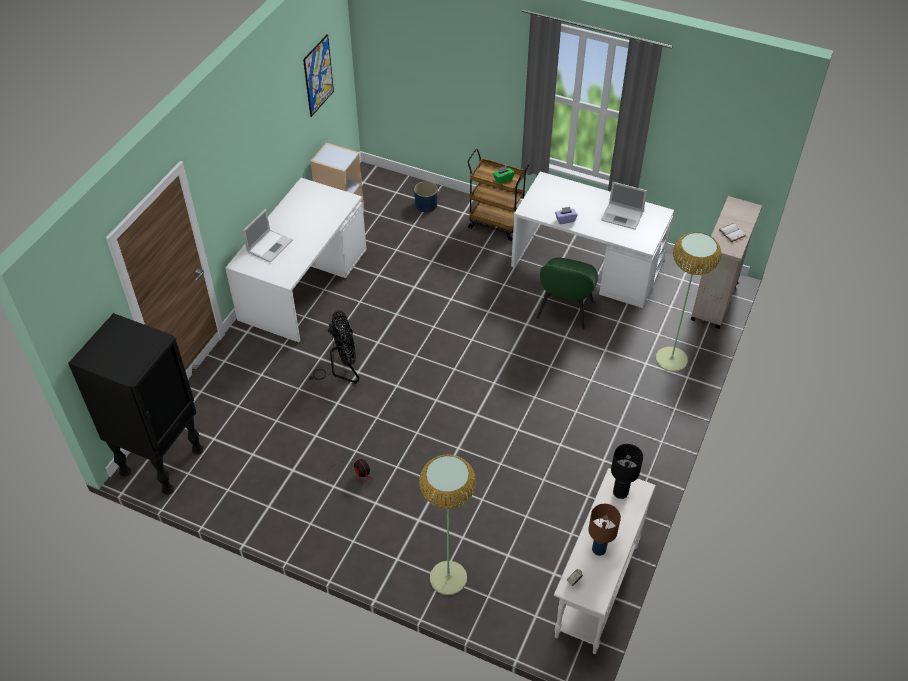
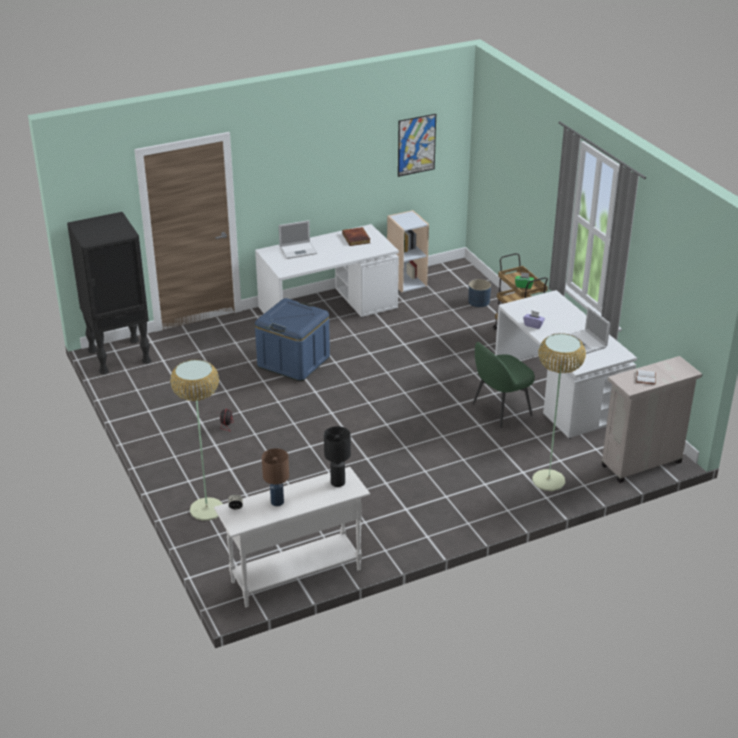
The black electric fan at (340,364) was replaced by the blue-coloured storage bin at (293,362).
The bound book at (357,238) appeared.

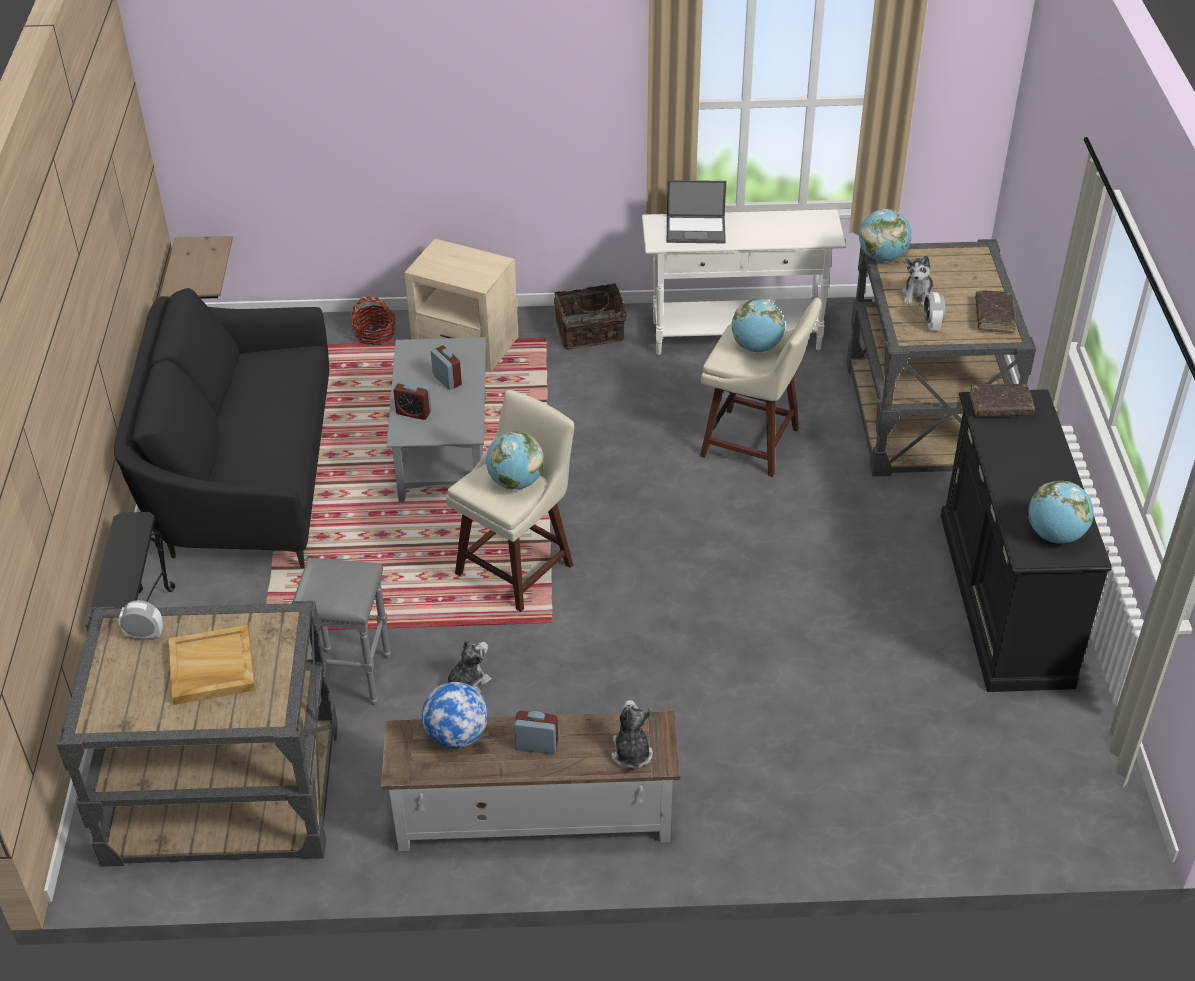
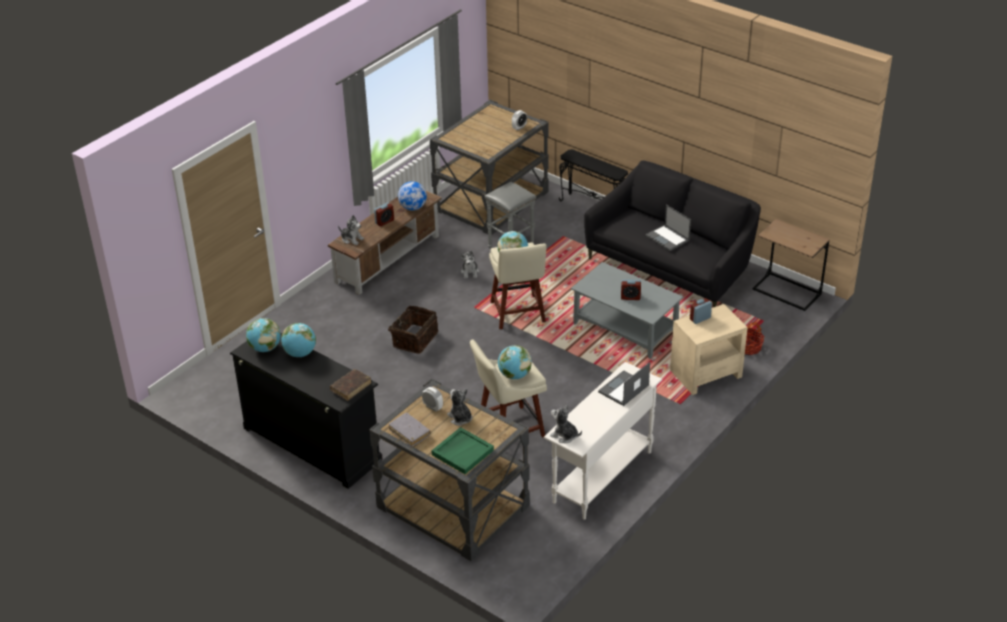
The world globe moved from (882,257) to (300,353).
The basket moved from (590,333) to (414,339).
The brown-coloured bound book at (994,316) became the greyish bound book at (409,432).
The greenish tray at (462,452) appeared.
The cuddly toy at (564,436) appeared.
The notebook computer at (668,238) appeared.
The alarm clock moved from (414,412) to (700,318).
The sand-coloured tray at (211,668) disappeared.

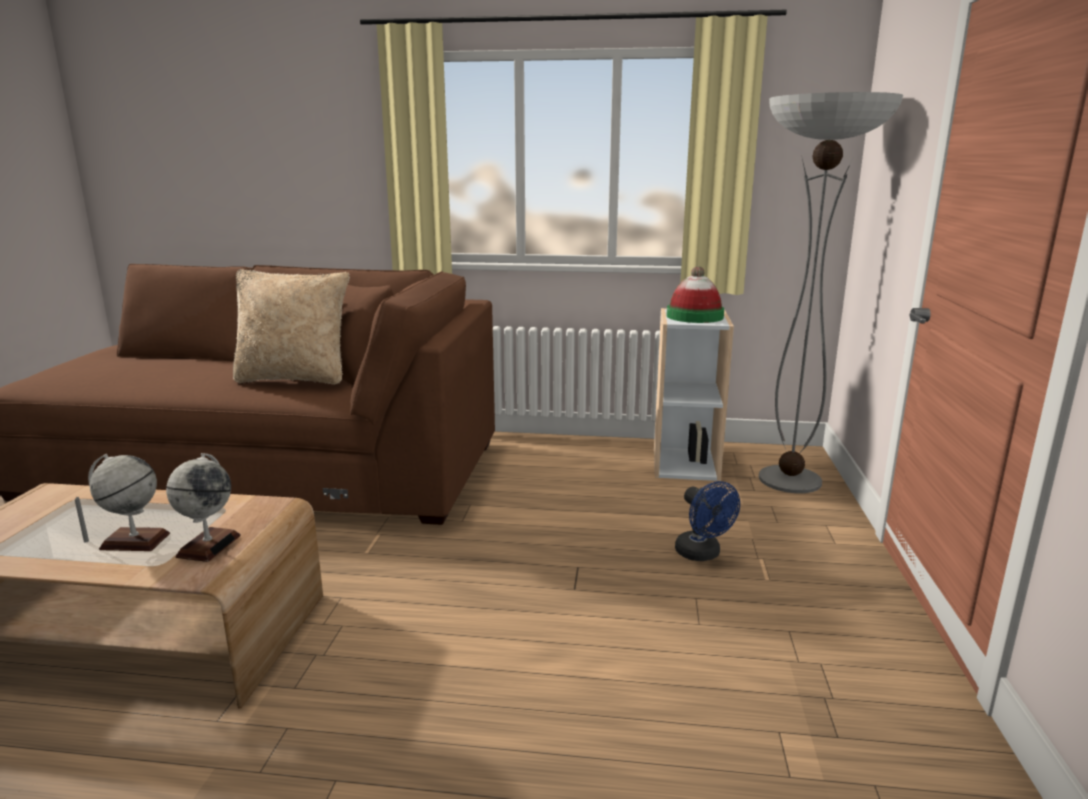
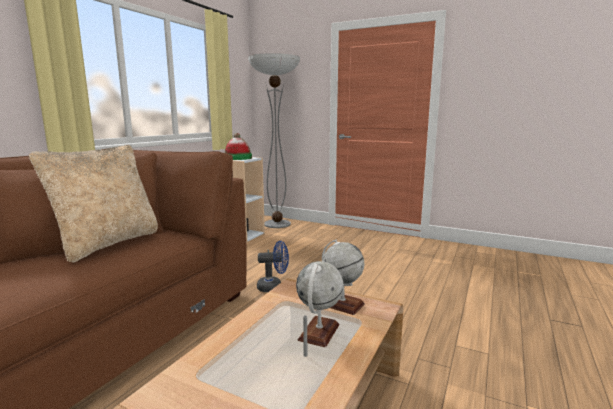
The blue-coloured electric fan moved from (702,554) to (273,287).

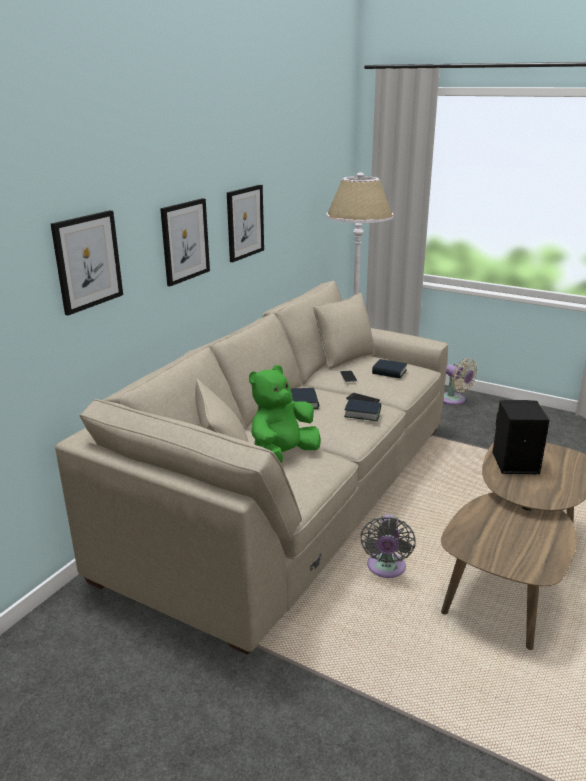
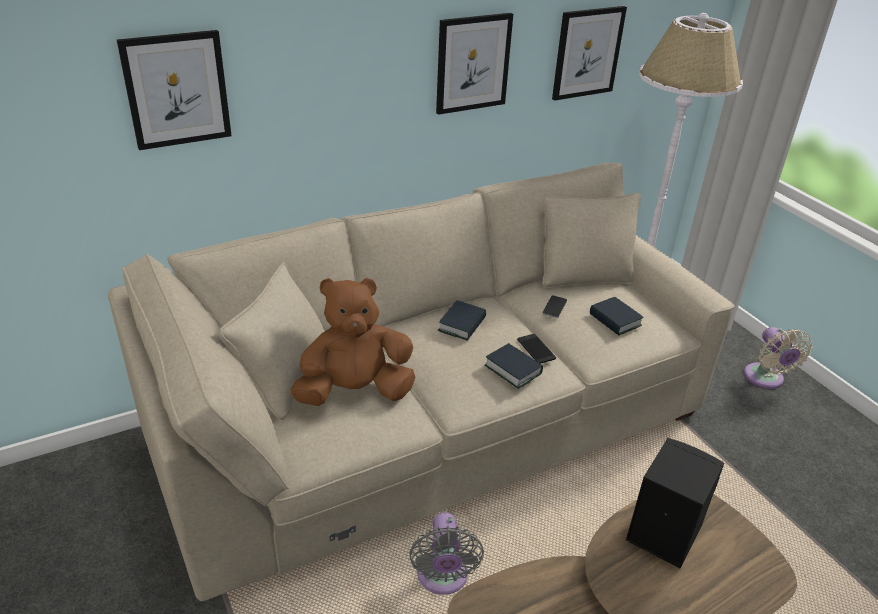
The greenish cuddly toy at (282,457) became the brown-coloured cuddly toy at (355,392).
The greyish electric fan at (385,569) turned 45 degrees counterclockwise.
The wall art moved from (185,241) to (587,53).

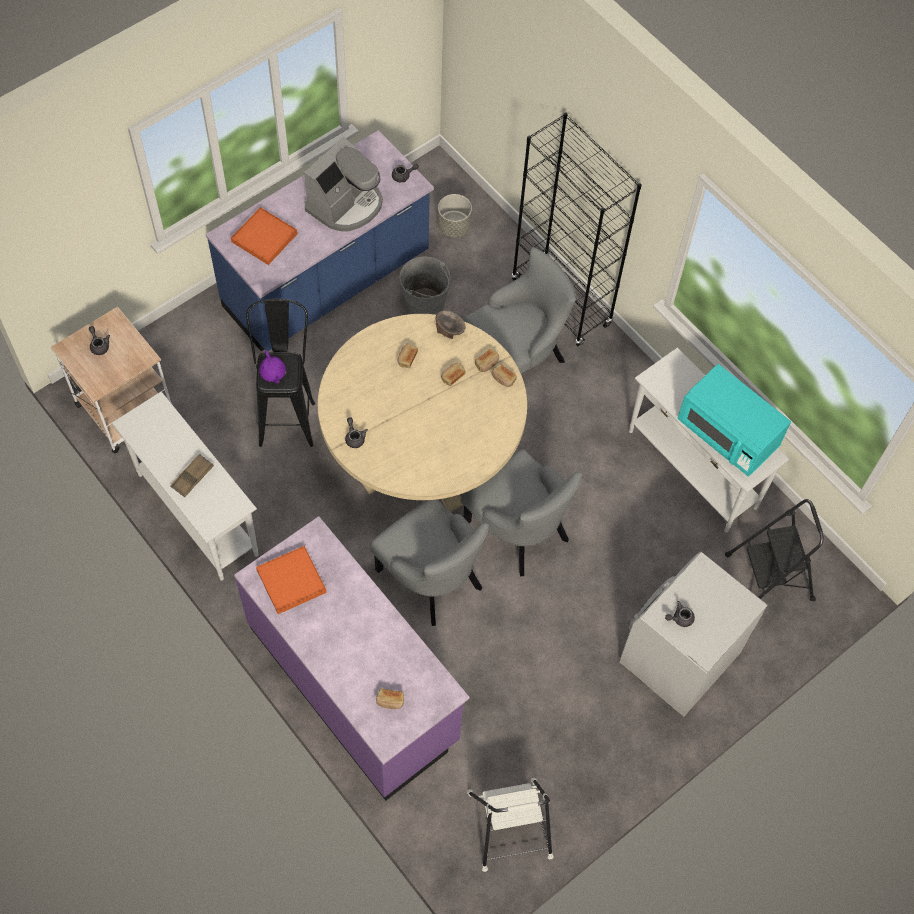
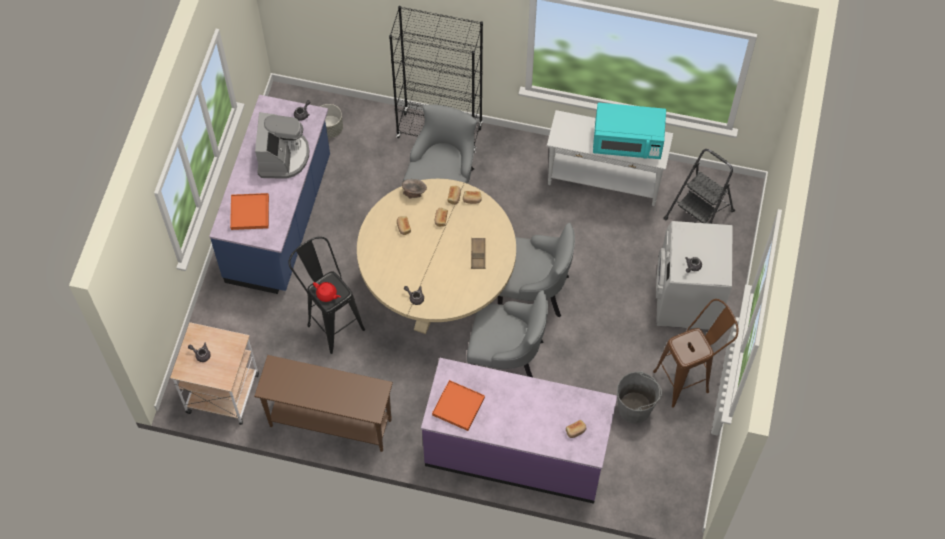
The whitish narrow table at (196,514) became the brown-coloured narrow table at (329,424).
The purplish pot for tea at (273,373) became the red pot for tea at (327,294).
The brown-coloured tray moved from (192,477) to (478,254).
The greyish bucket moved from (424,306) to (635,408).
The brown-coloured stool at (689,378) appeared.
The whitish step ladder at (510,827) disappeared.

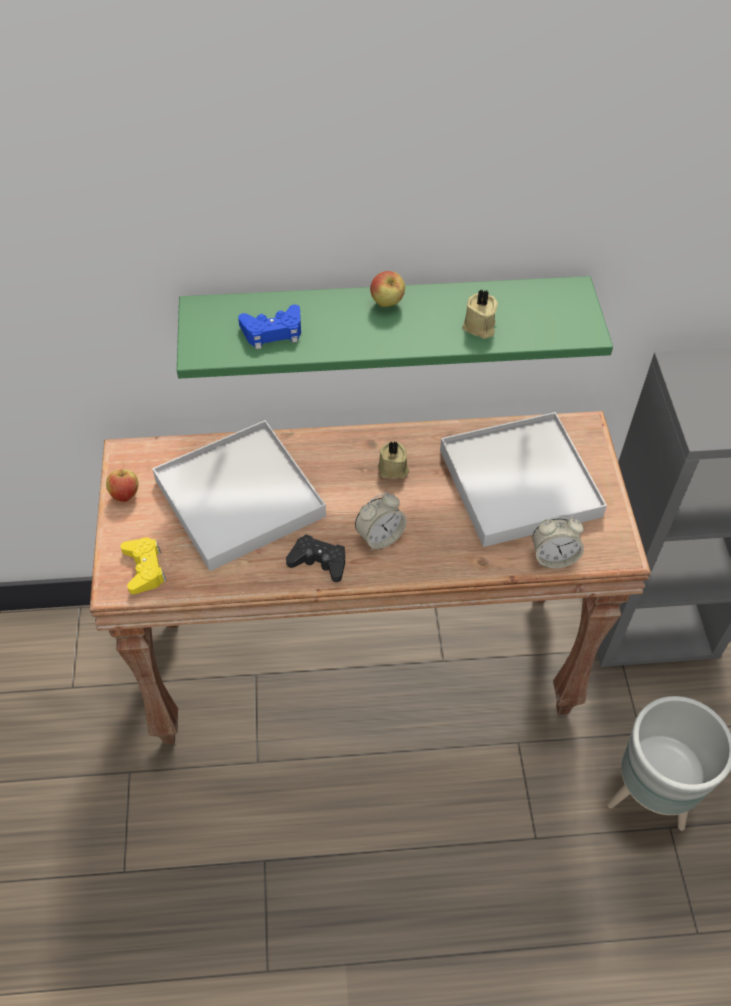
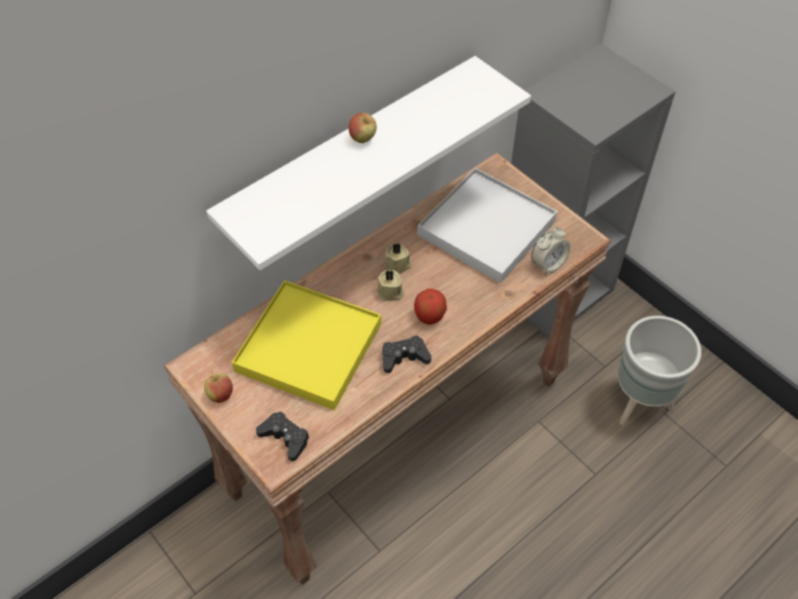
The greenish shelf at (385,323) became the whitish shelf at (351,157).
The whitish tray at (239,498) became the yellow-coloured tray at (308,347).
The yellow-coloured gamepad at (144,569) became the black gamepad at (285,438).
The sand-coloured wax candle moved from (479,327) to (390,293).
The alarm clock at (380,537) was replaced by the apple fruit at (429,316).
The blue-coloured gamepad at (272,332) disappeared.

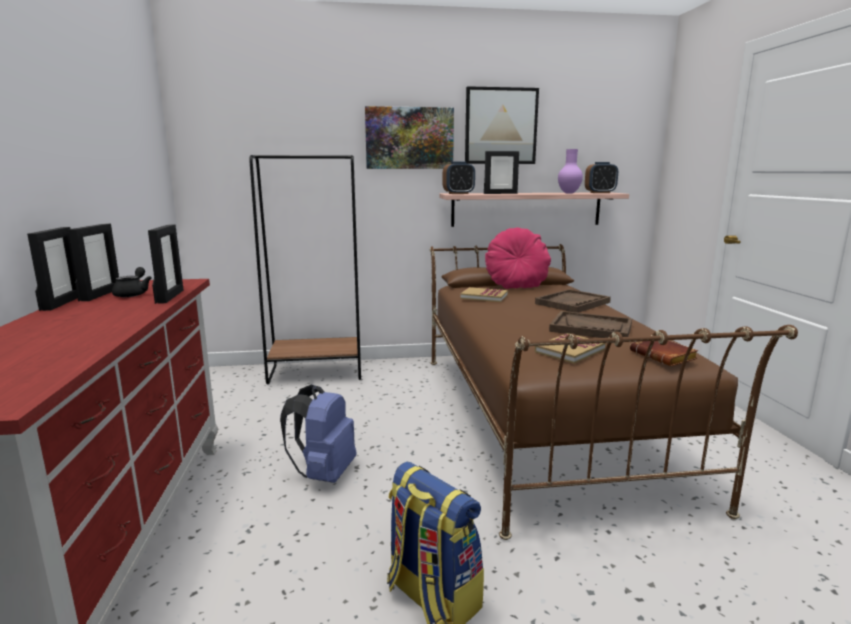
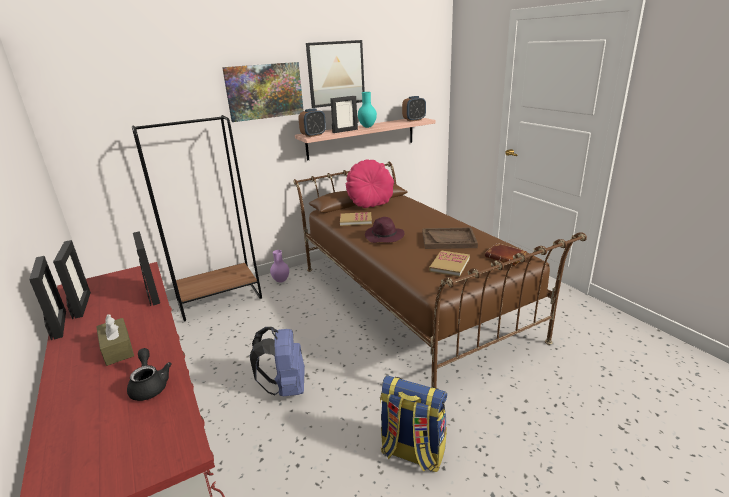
The brown-coloured tissue box at (117,349) appeared.
The black pot for tea moved from (133,294) to (150,385).
The purplish decorative vase moved from (568,193) to (280,281).
The blue-green decorative vase at (367,127) appeared.
The purplish wearable hat at (385,237) appeared.
The brown-coloured tray at (572,303) disappeared.

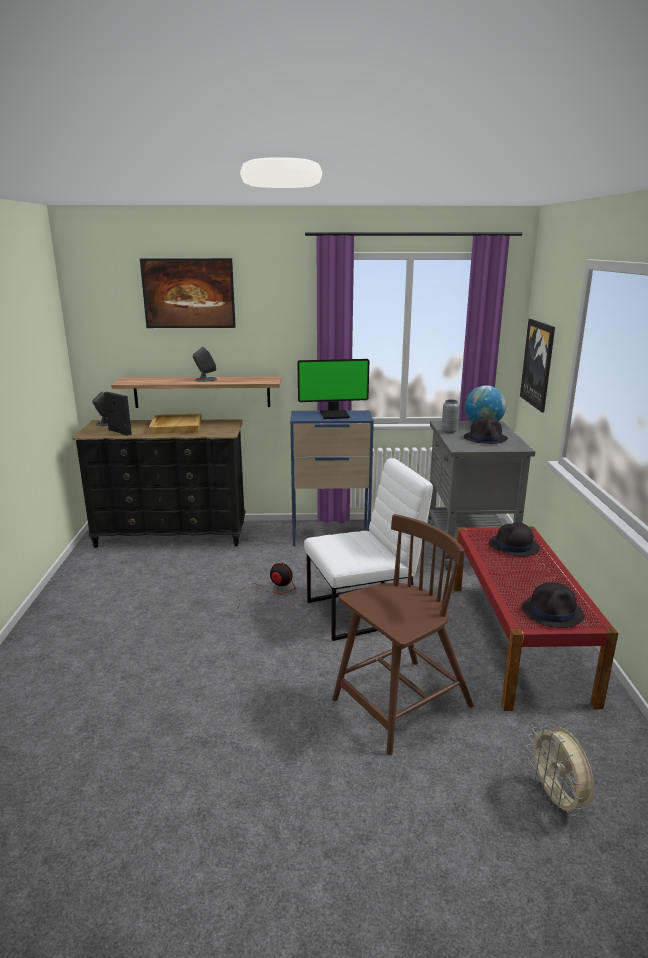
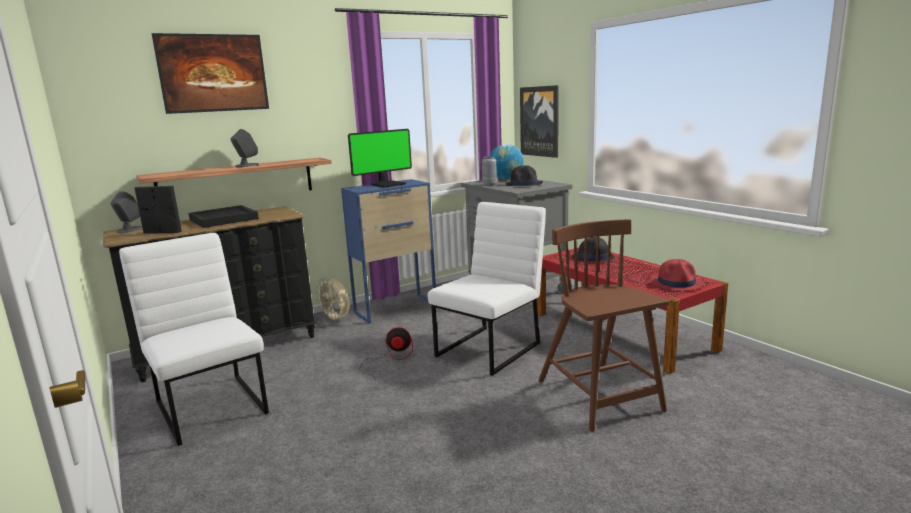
The whitish plain chair at (211,406) appeared.
The sand-coloured tray at (175,426) became the black tray at (223,219).
The sand-coloured electric fan moved from (557,799) to (336,320).
The brown-coloured plain chair at (400,705) turned 45 degrees counterclockwise.
The black wearable hat at (552,612) became the red wearable hat at (676,283).

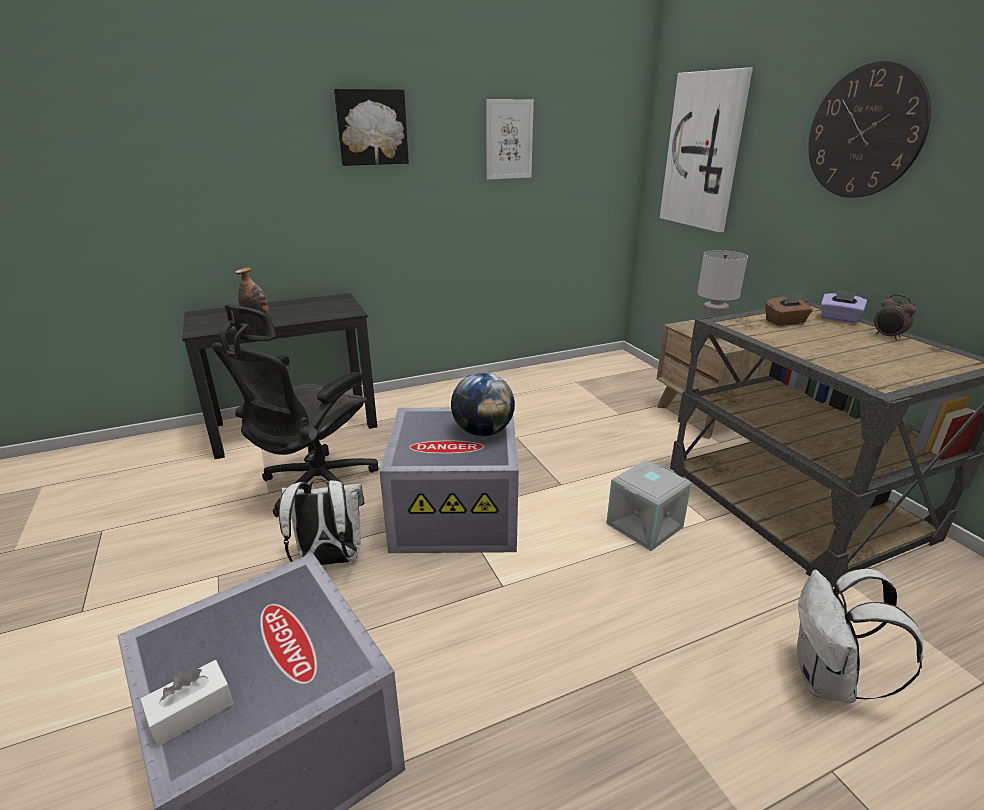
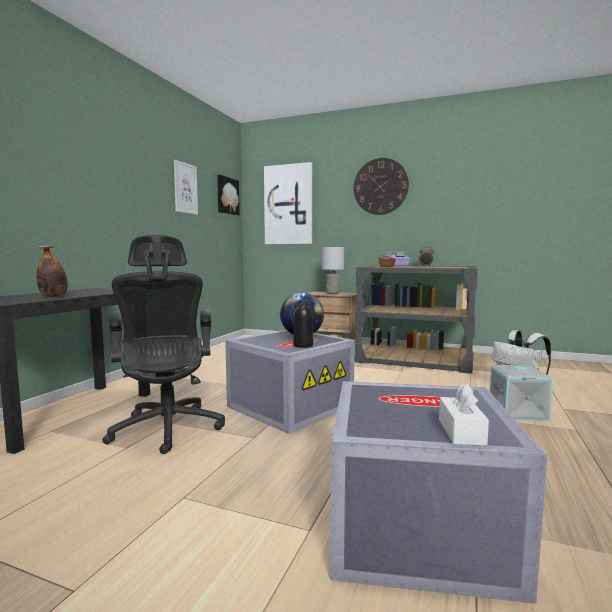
The wall art moved from (372,127) to (227,196).
The black beverage bottle at (303,345) appeared.
The greyish storage bin moved from (645,526) to (518,412).
The whitish knapsack at (329,560) disappeared.

